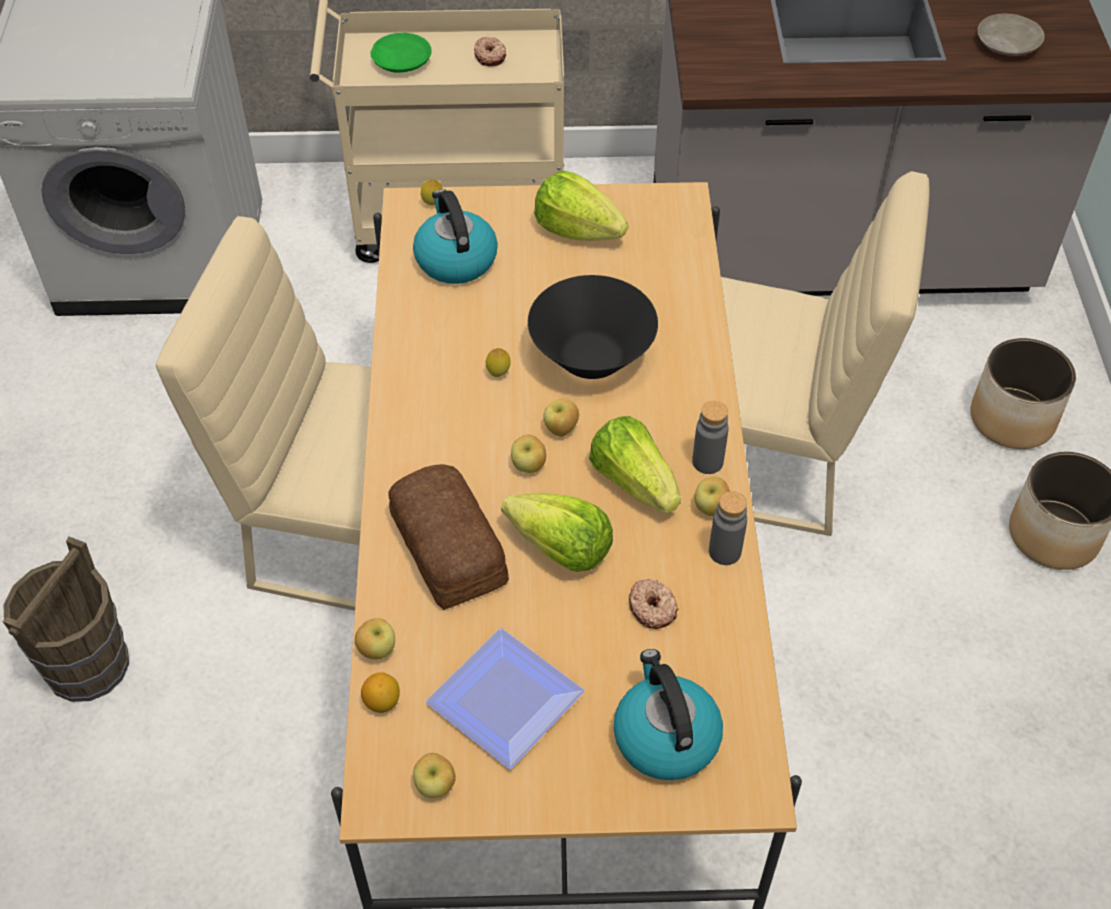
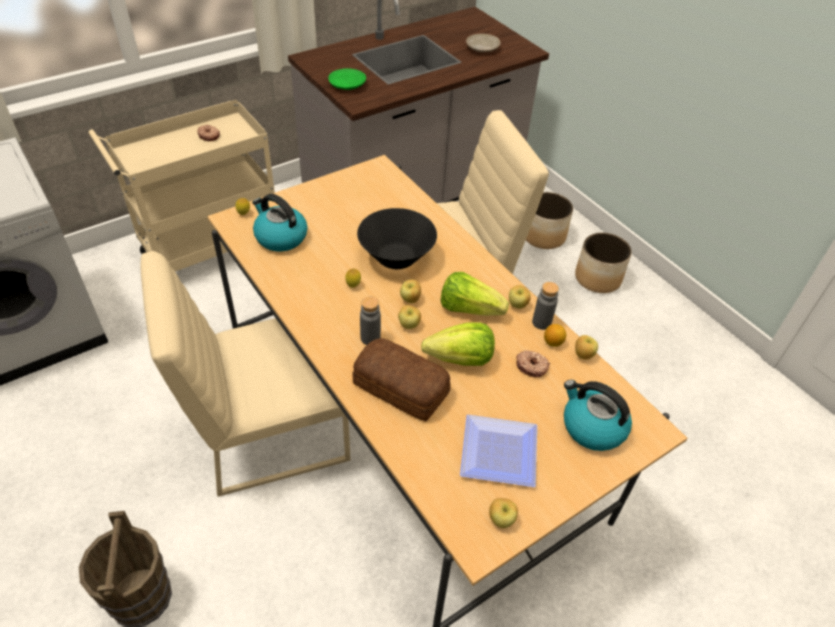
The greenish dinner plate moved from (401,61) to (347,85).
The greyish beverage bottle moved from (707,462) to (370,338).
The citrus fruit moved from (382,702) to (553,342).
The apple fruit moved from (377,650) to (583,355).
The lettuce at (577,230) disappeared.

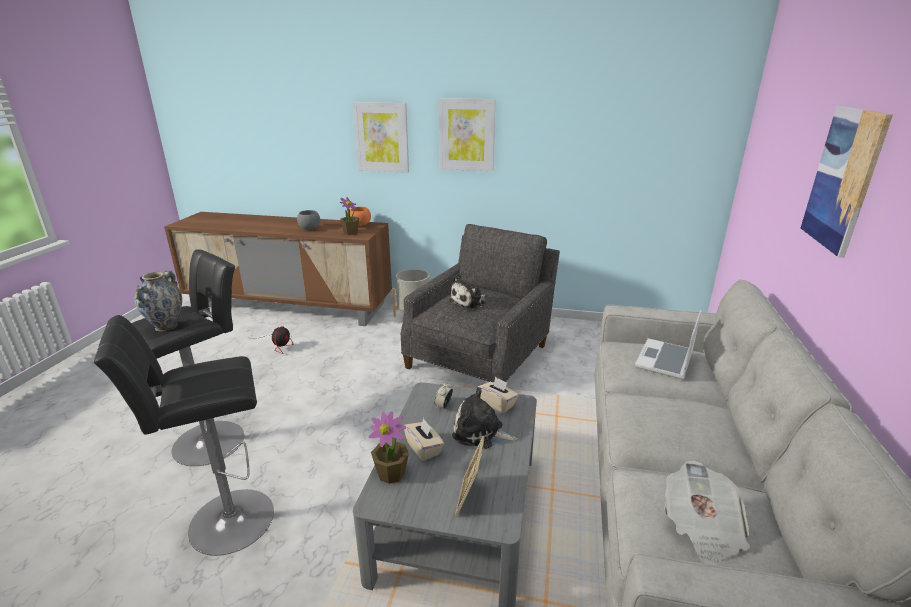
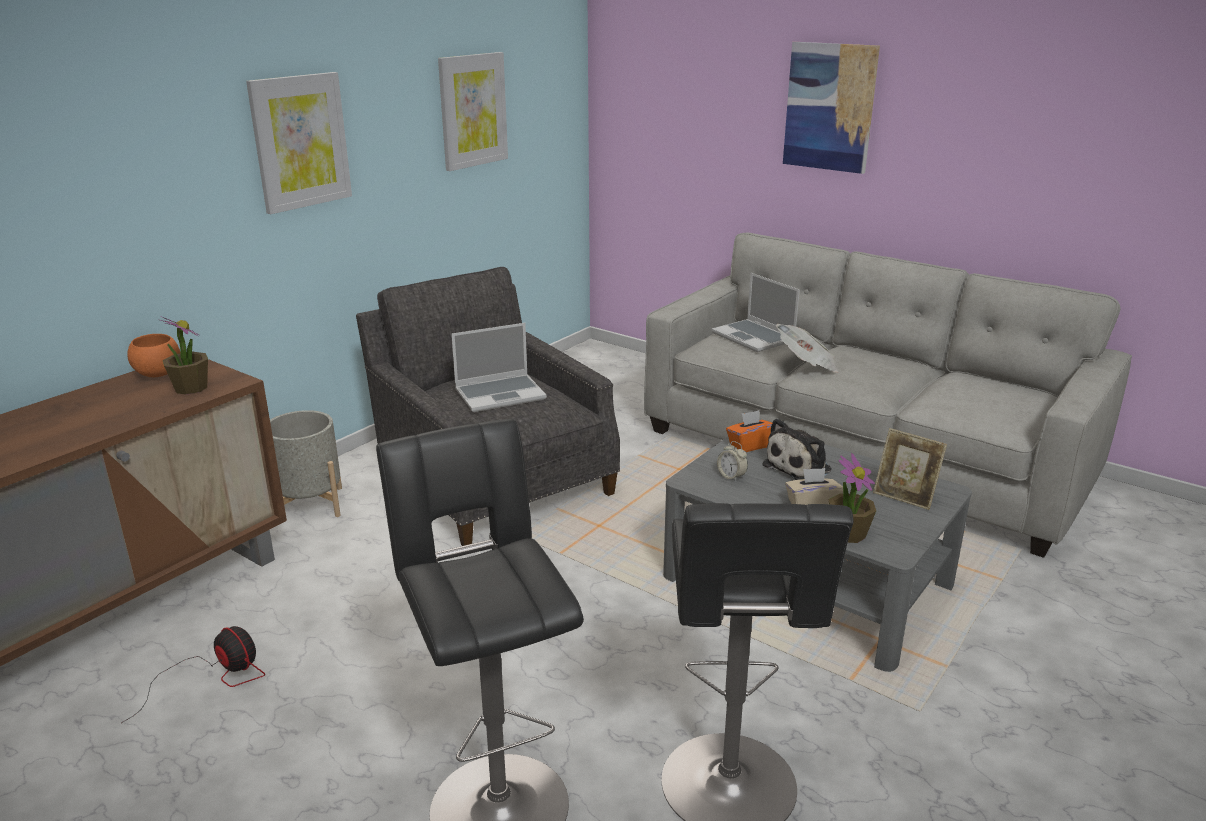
The wall art moved from (382,137) to (473,110).
The cuddly toy at (469,302) was replaced by the notebook computer at (501,394).
The sand-coloured tissue box at (497,404) became the orange tissue box at (750,445).
The newspaper moved from (701,529) to (807,364).
The decorative vase at (166,326) disappeared.
The greyish deep dish at (309,229) disappeared.

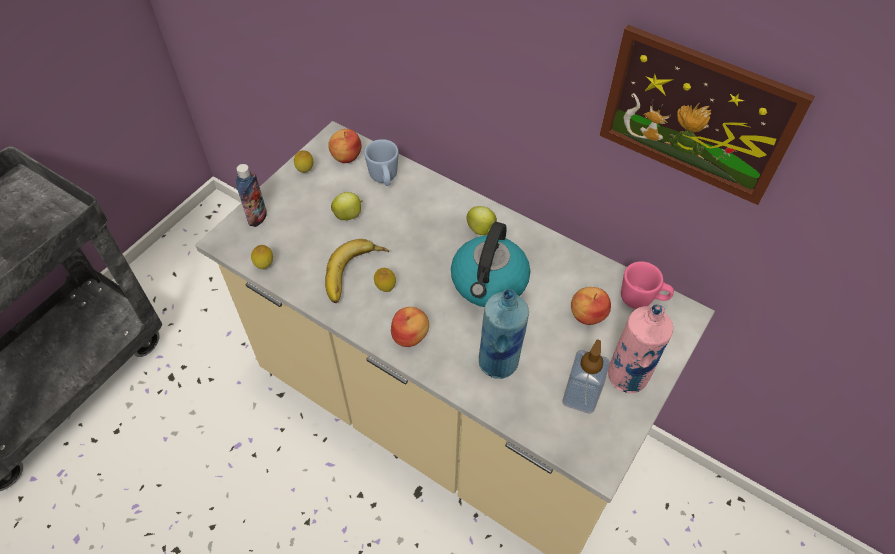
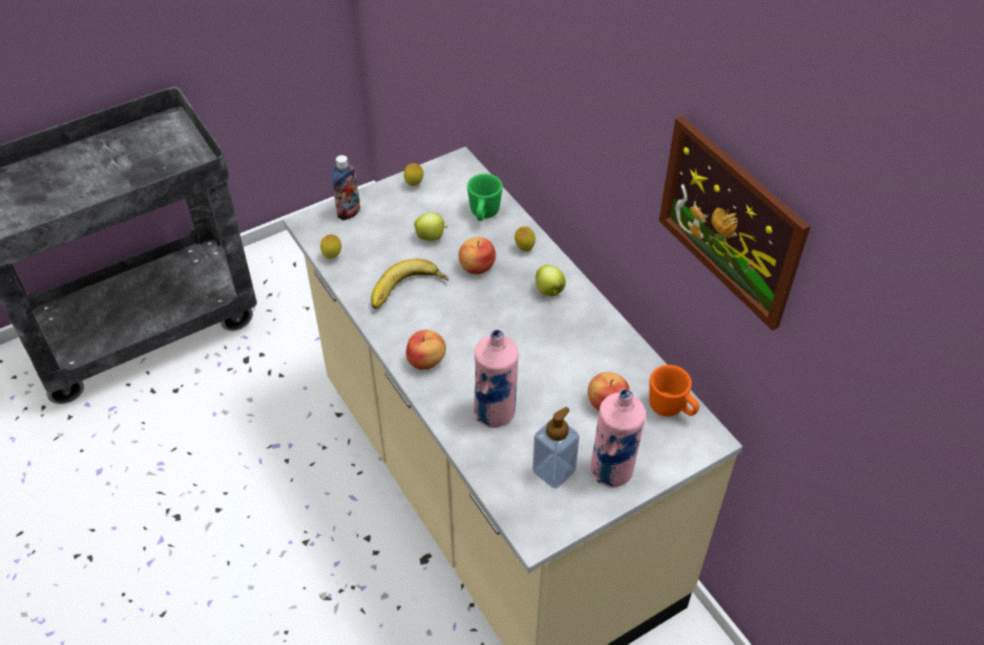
The apple fruit moved from (346,156) to (477,266).
The blue-coloured tea mug at (384,179) became the greenish tea mug at (483,215).
The blue-coloured beverage bottle at (499,362) became the pink-coloured beverage bottle at (495,413).
The citrus fruit moved from (385,288) to (524,249).
The pink-coloured tea mug at (642,300) became the orange tea mug at (671,409).
The kettle at (489,283) disappeared.

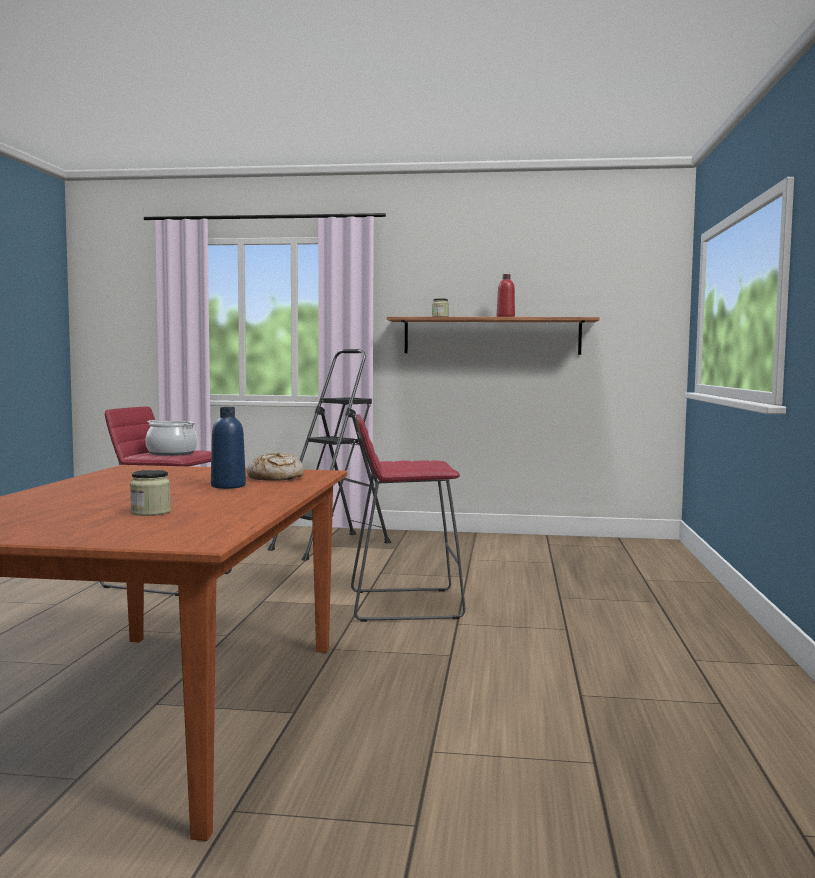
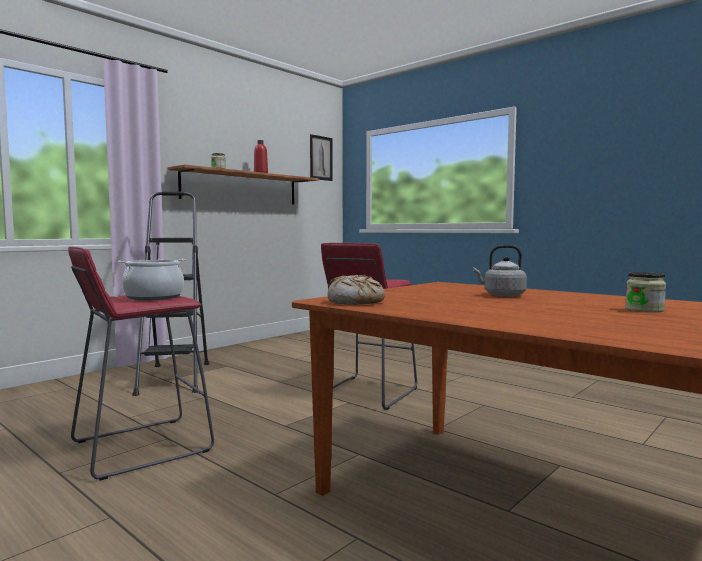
The wall art at (321,158) appeared.
The baked bread moved from (275,478) to (355,302).
The blue-coloured beverage bottle at (228,486) was replaced by the greyish kettle at (502,295).

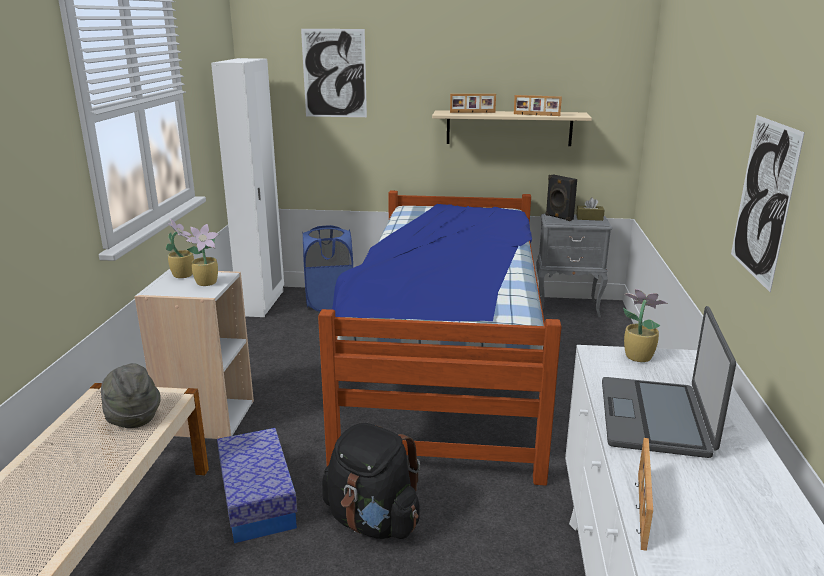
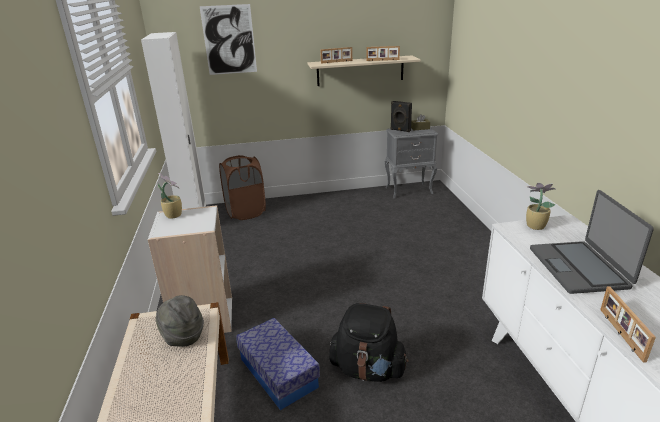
The blue-coloured laundry basket at (330,303) became the brown-coloured laundry basket at (246,212).
The potted plant at (208,283) disappeared.
The bedroom bed at (446,364) disappeared.
The wall art at (763,200) disappeared.

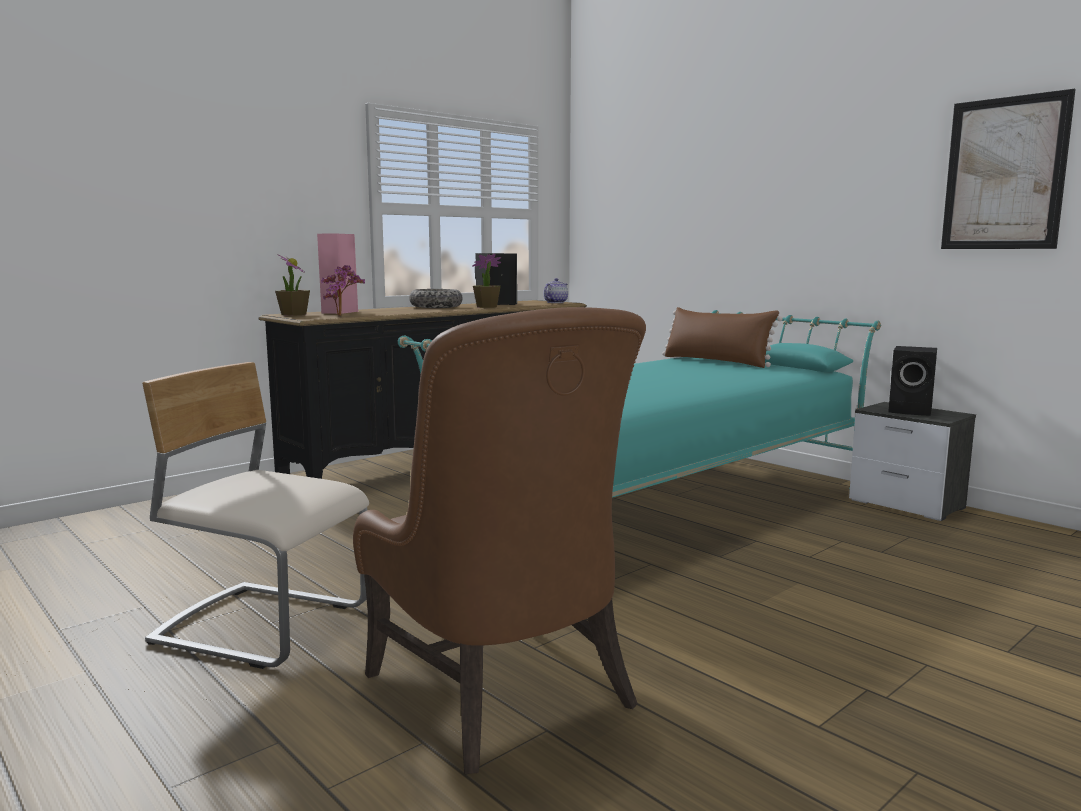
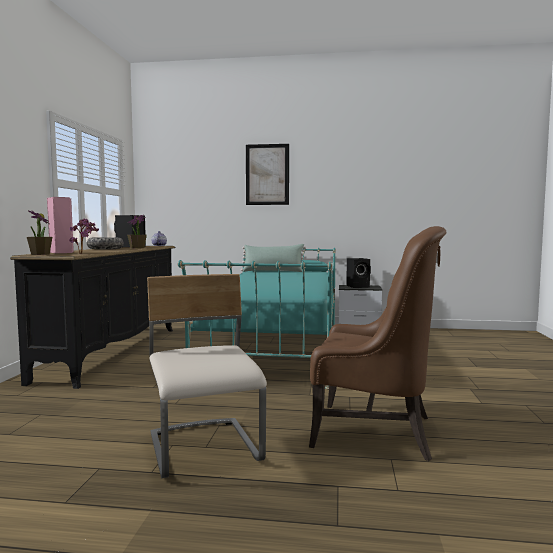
The sand-coloured plain chair at (263,625) turned 90 degrees clockwise.
The brown-coloured cushion at (716,361) became the greenish cushion at (273,271).
The wall art moved from (1004,174) to (267,174).

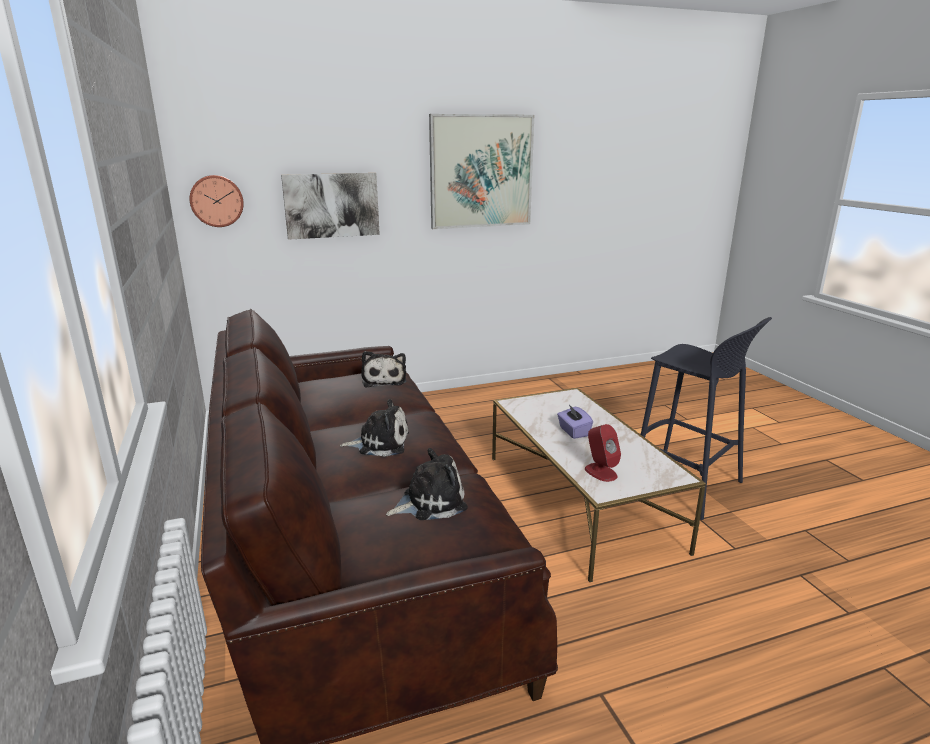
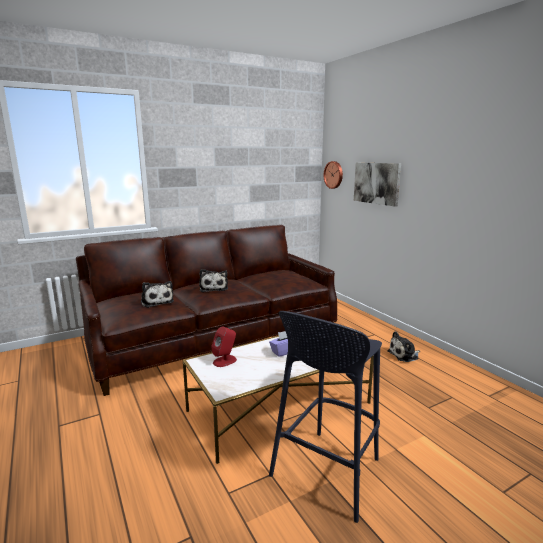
The cuddly toy moved from (384,380) to (404,355).
The wall art at (481,172) disappeared.

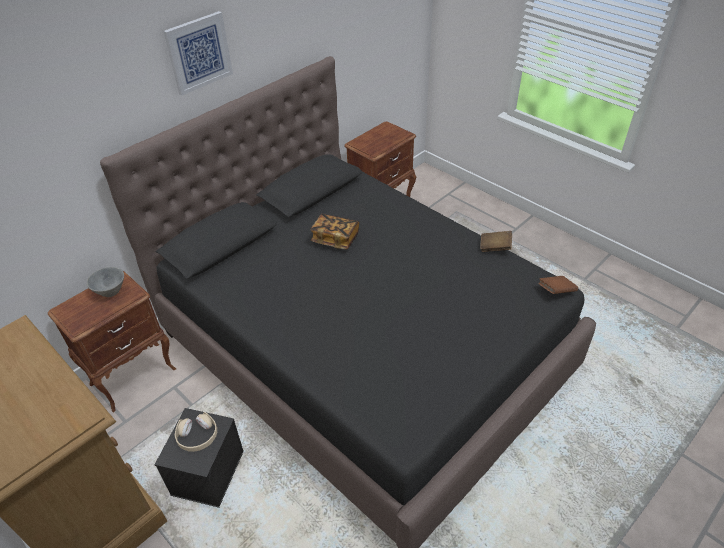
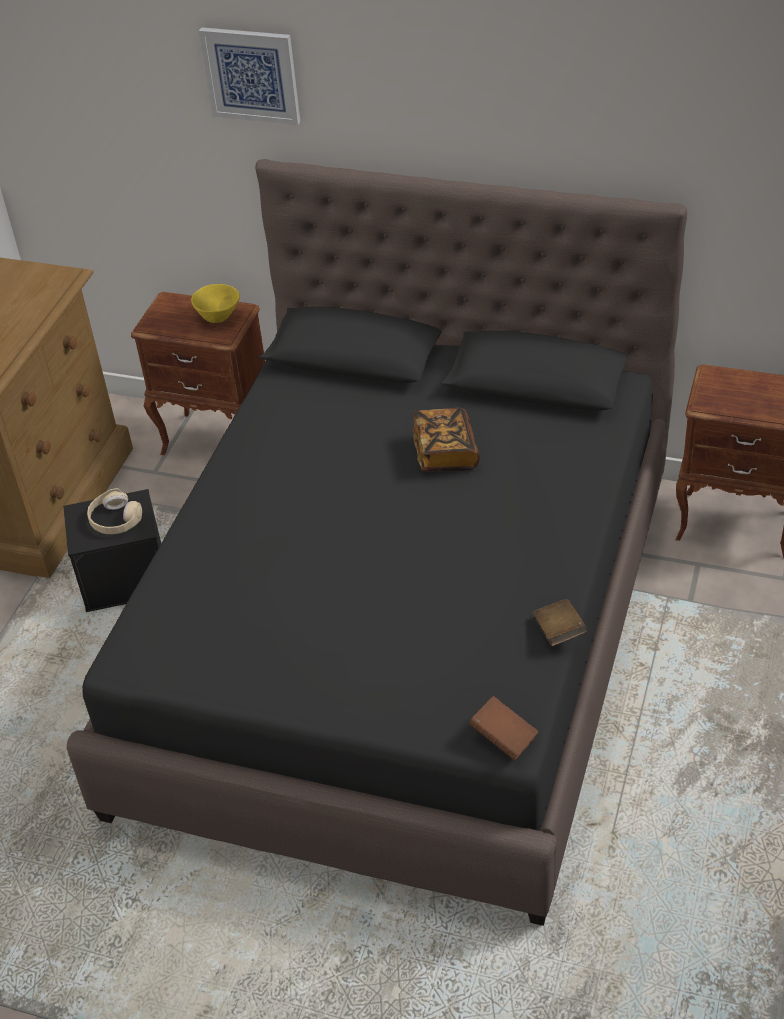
The greyish deep dish at (111,290) became the yellow-coloured deep dish at (219,316).
The wall art moved from (198,53) to (251,75).

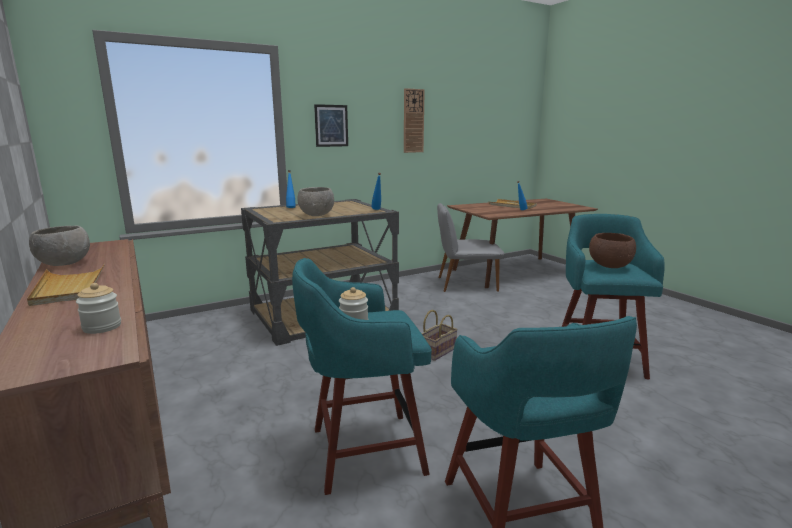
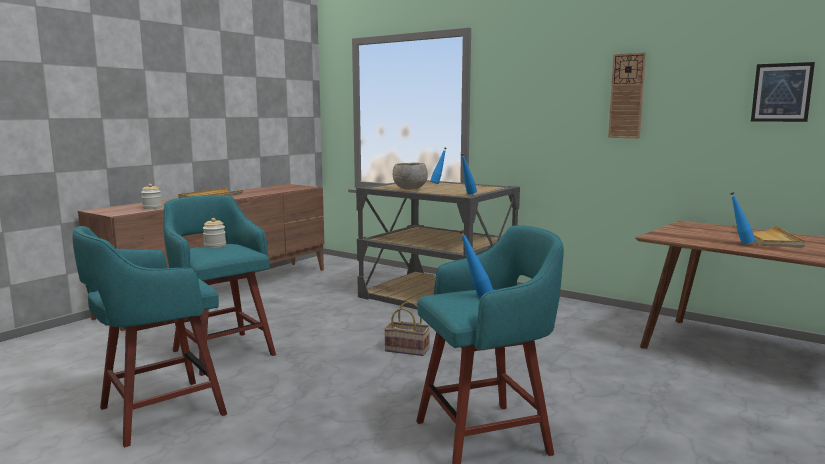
The brown-coloured deep dish at (609,266) was replaced by the blue-coloured beverage bottle at (475,296).
The wall art moved from (331,125) to (781,92).
The greyish deep dish at (64,264) disappeared.
The greyish plain chair at (467,284) disappeared.

